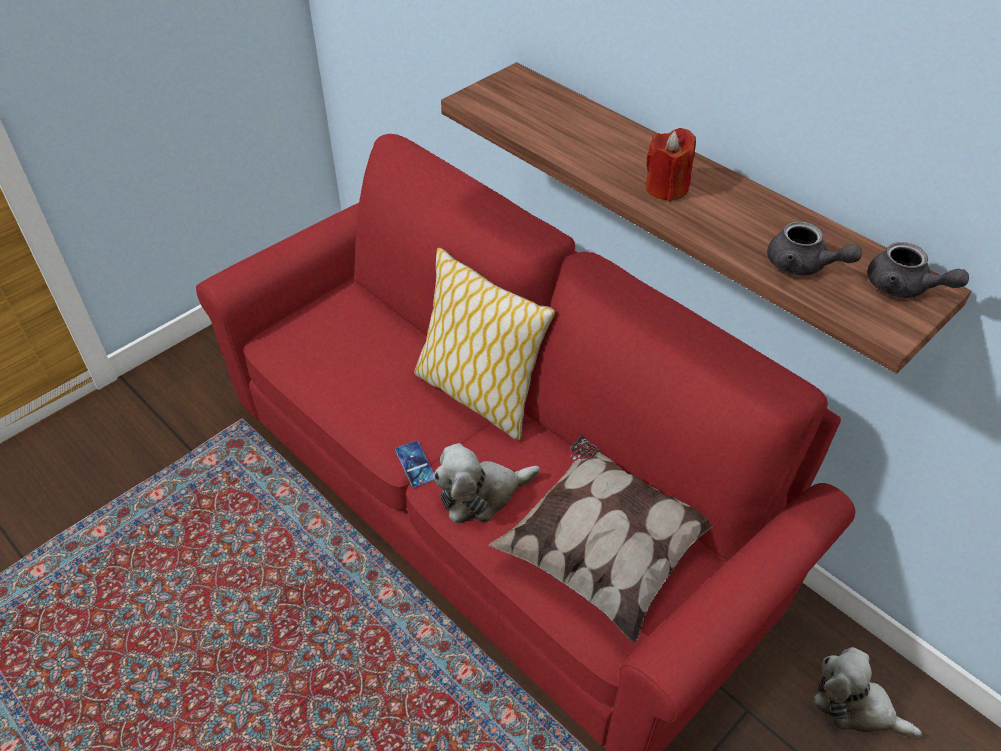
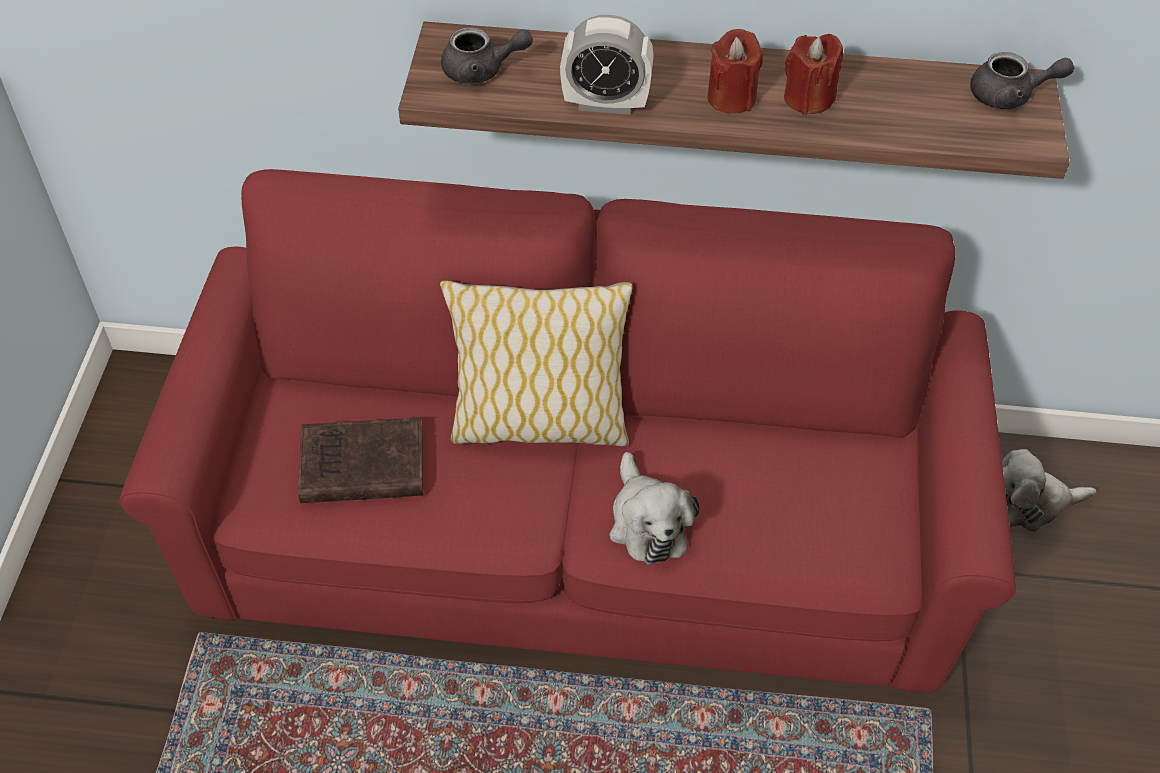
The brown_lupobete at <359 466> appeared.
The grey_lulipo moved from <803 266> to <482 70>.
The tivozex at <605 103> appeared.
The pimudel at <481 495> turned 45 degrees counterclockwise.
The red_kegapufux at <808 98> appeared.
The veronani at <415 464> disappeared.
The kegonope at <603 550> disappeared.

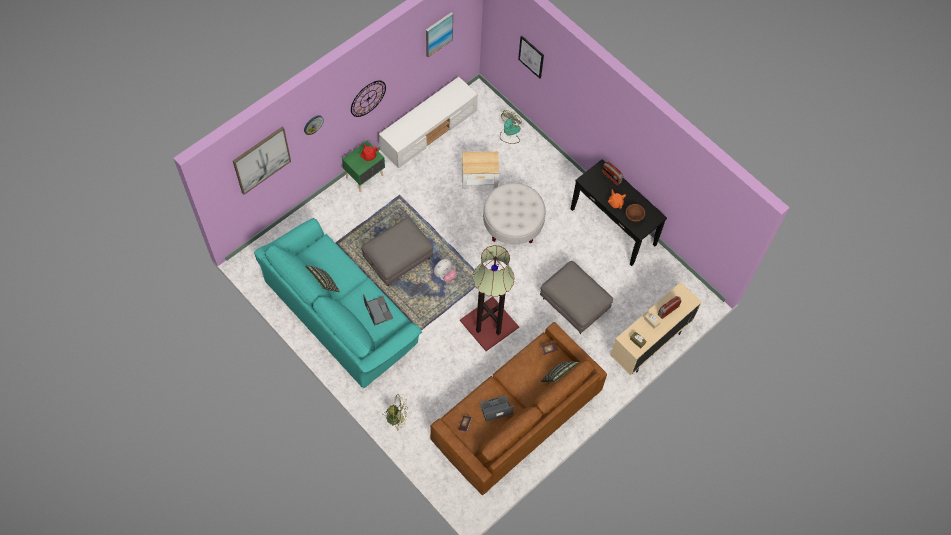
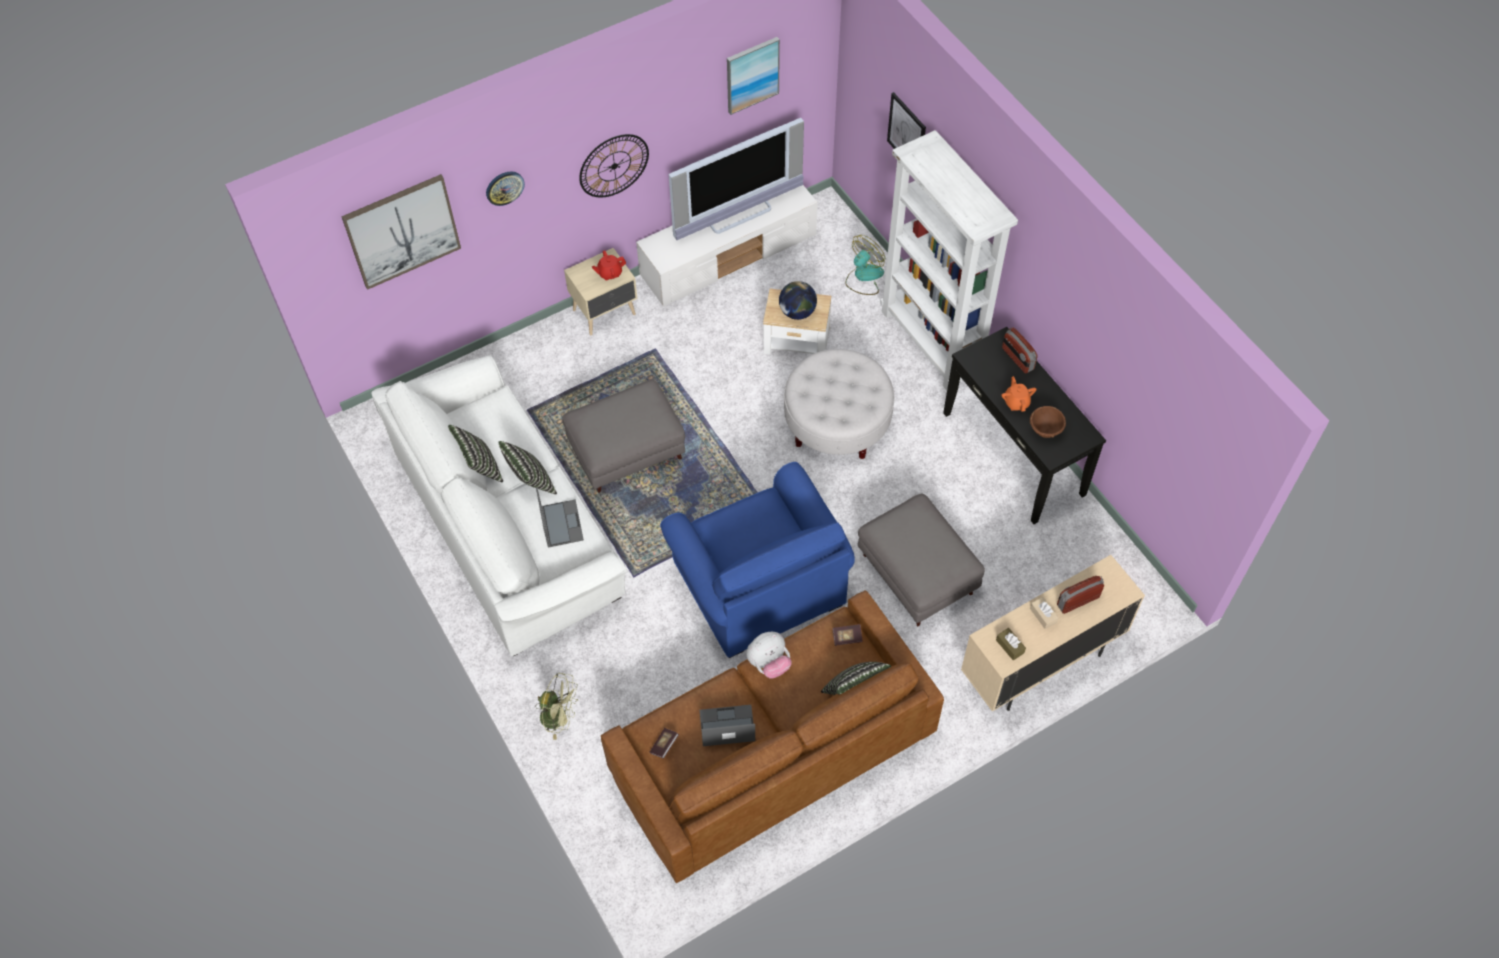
The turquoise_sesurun at <341 313> became the white_sesurun at <509 525>.
The kegonope at <530 481> appeared.
The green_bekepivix at <365 176> became the beige_bekepivix at <605 312>.
The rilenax at <489 325> was replaced by the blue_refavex at <758 584>.
The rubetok at <738 213> appeared.
The pimudel moved from <444 275> to <769 663>.
The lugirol at <797 312> appeared.
The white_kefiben at <932 343> appeared.

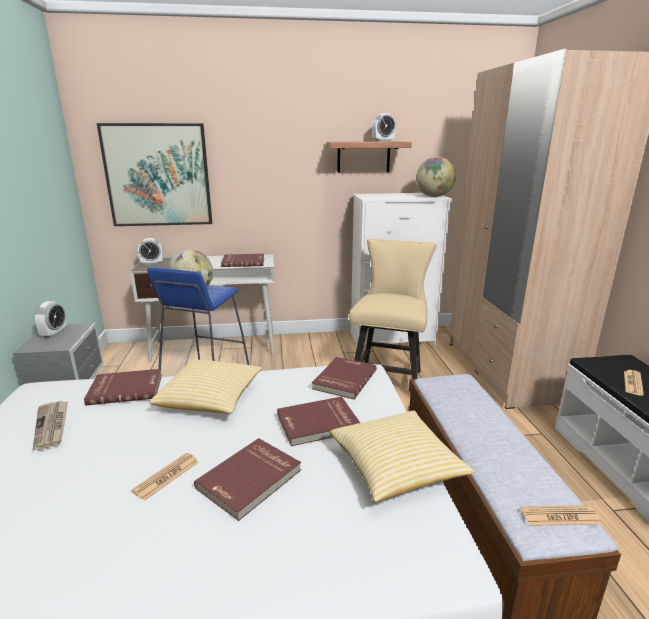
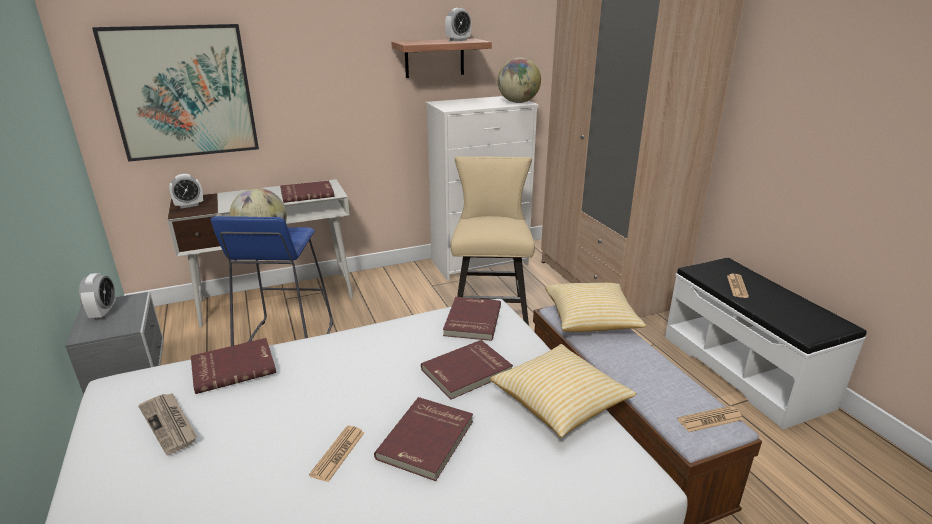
The kegonope moved from <210 399> to <591 320>.

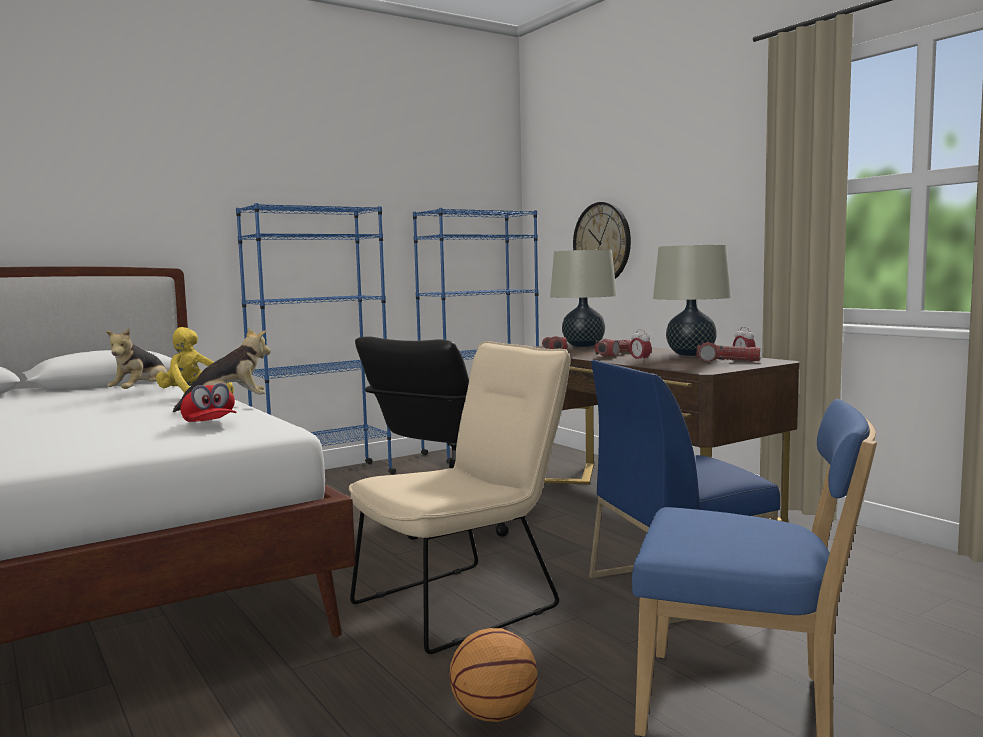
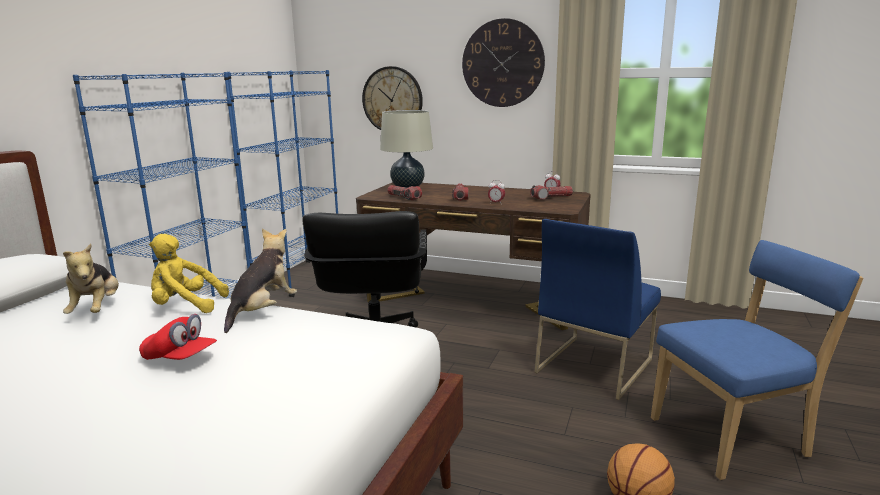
The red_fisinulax moved from <210 425> to <180 358>.
The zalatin at <502 63> appeared.
The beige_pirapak at <467 602> disappeared.
The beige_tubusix at <690 354> disappeared.

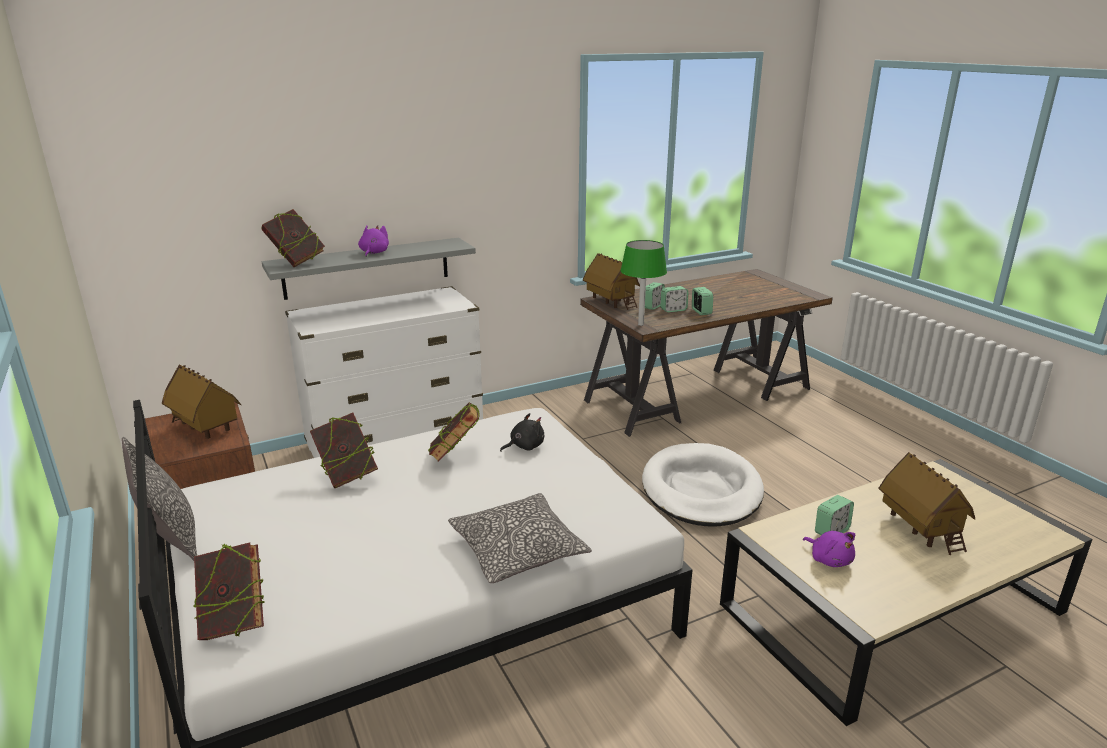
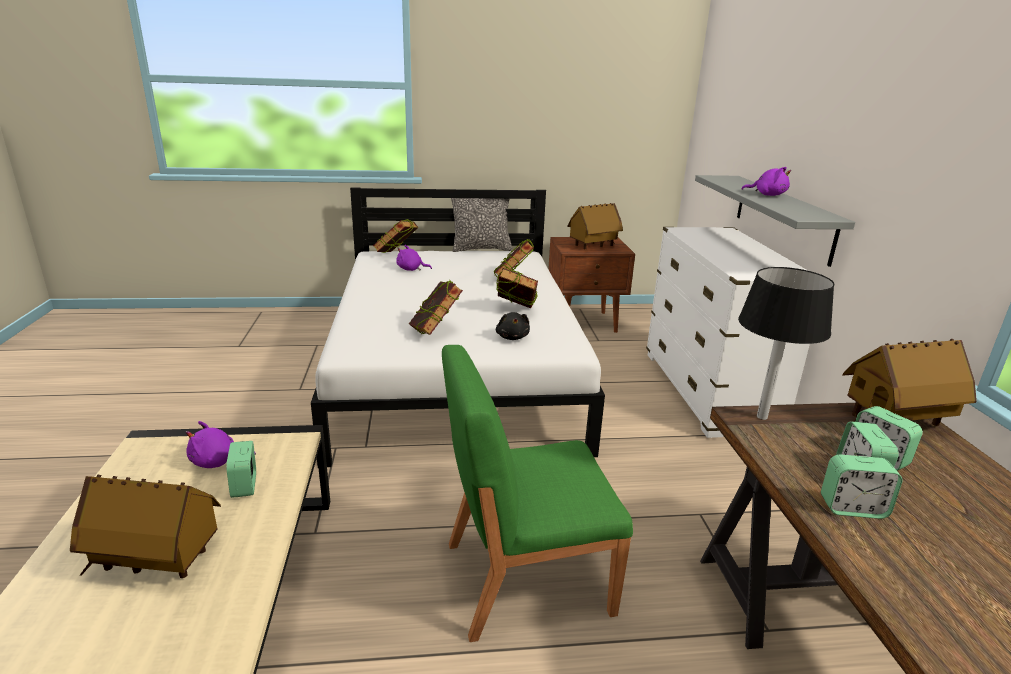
The purple_pimudel at <411 269> appeared.
The lupobete moved from <296 262> to <435 332>.
The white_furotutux at <701 490> was replaced by the green_pirapak at <524 577>.
The green_tubusix at <640 324> became the black_tubusix at <762 417>.
The kegonope at <518 550> disappeared.

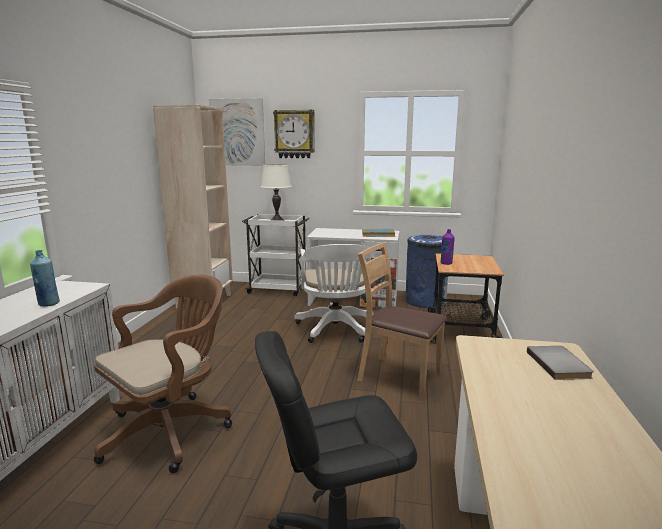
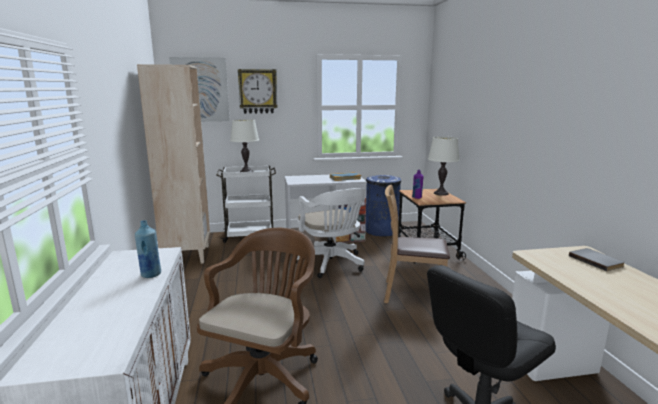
The white_tubusix at <441 193> appeared.

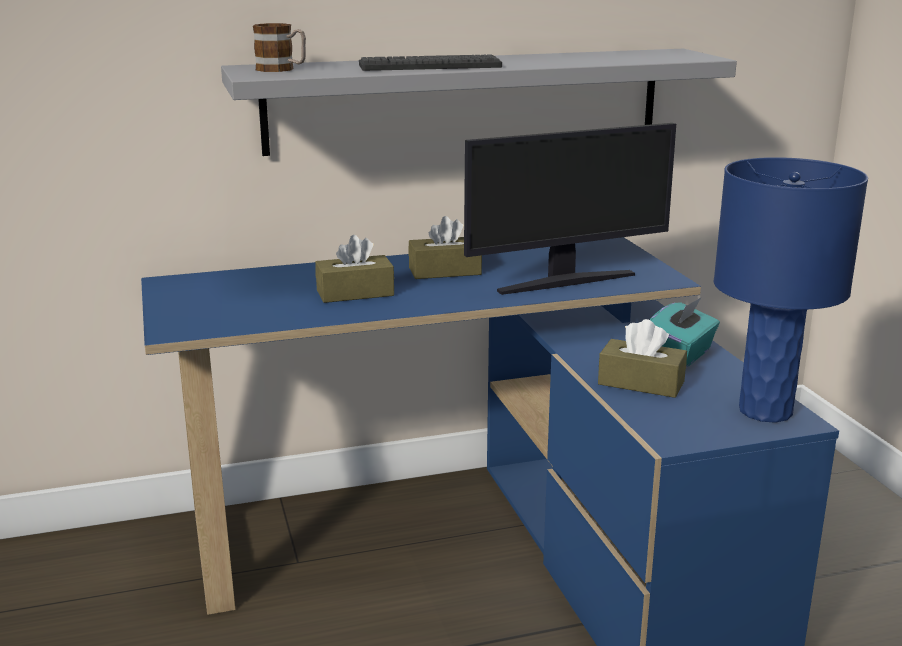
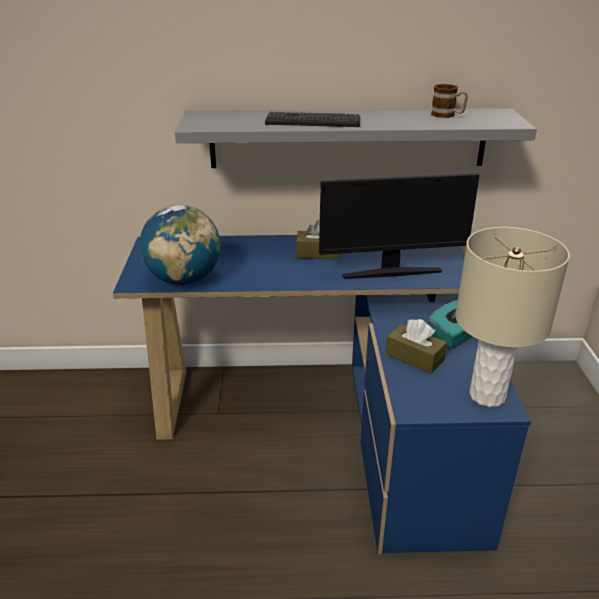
The lugirol at <184 279> appeared.
The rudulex moved from <282 69> to <447 115>.
The blue_tubusix at <766 410> became the beige_tubusix at <487 395>.
The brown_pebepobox at <355 293> disappeared.

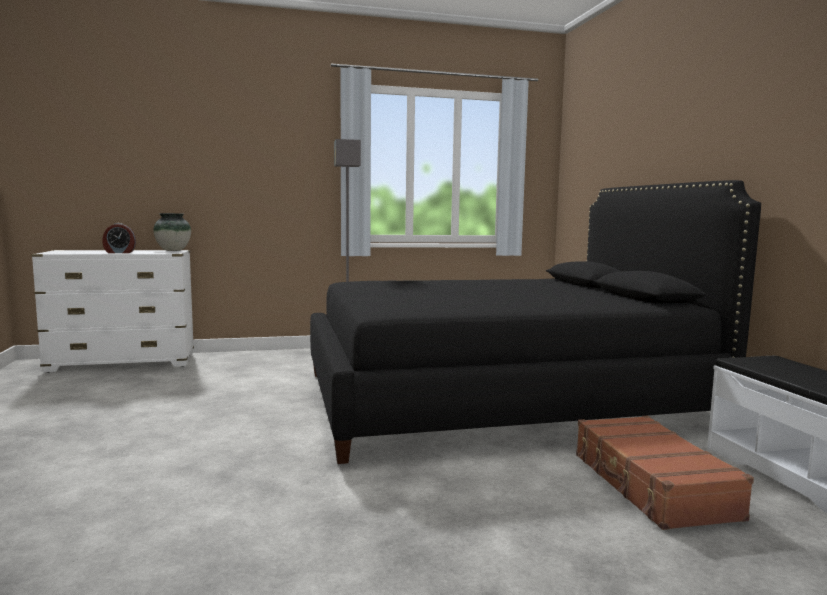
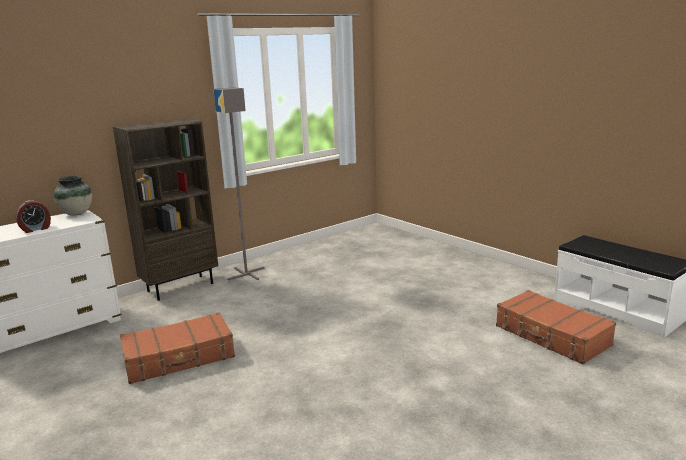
The brown_kefiben at <180 287> appeared.
The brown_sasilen at <179 358> appeared.
The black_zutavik at <498 399> disappeared.

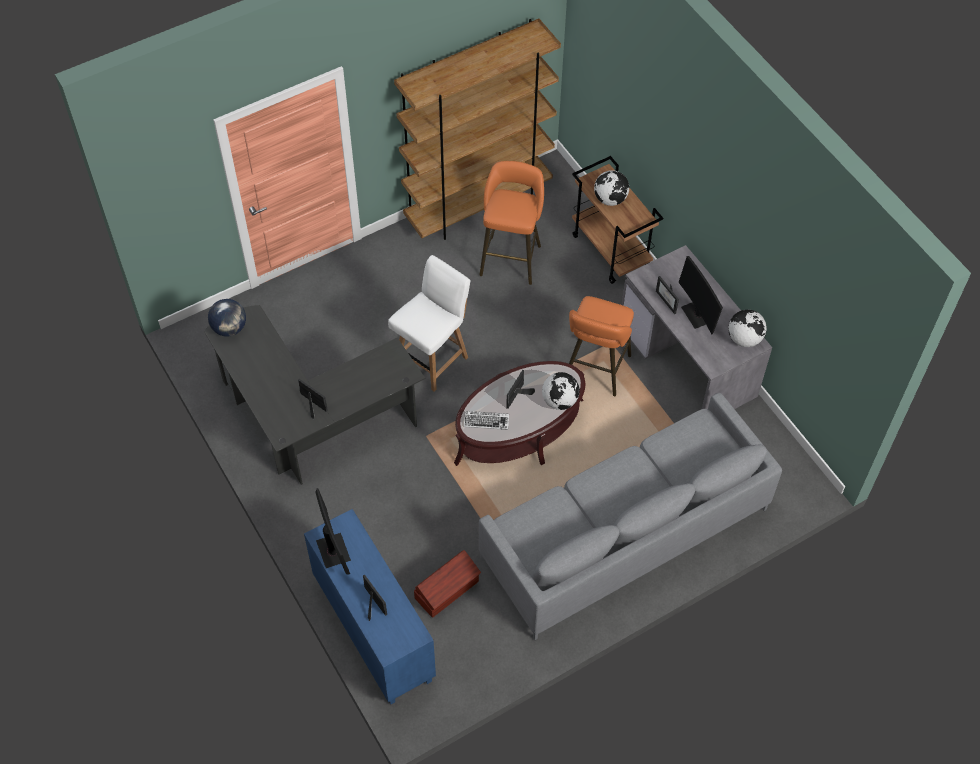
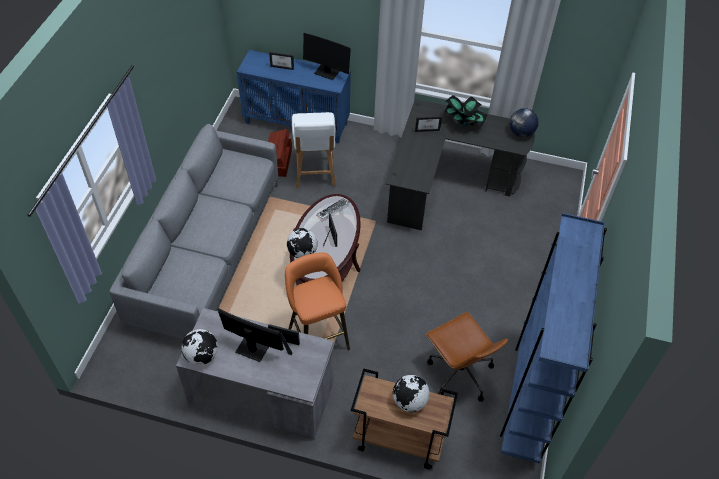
The white_pirapak moved from <432 359> to <315 173>.
The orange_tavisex at <511 257> was replaced by the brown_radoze at <459 373>.
The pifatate at <463 123> appeared.
The brown_kefiben at <478 205> became the blue_kefiben at <528 396>.

